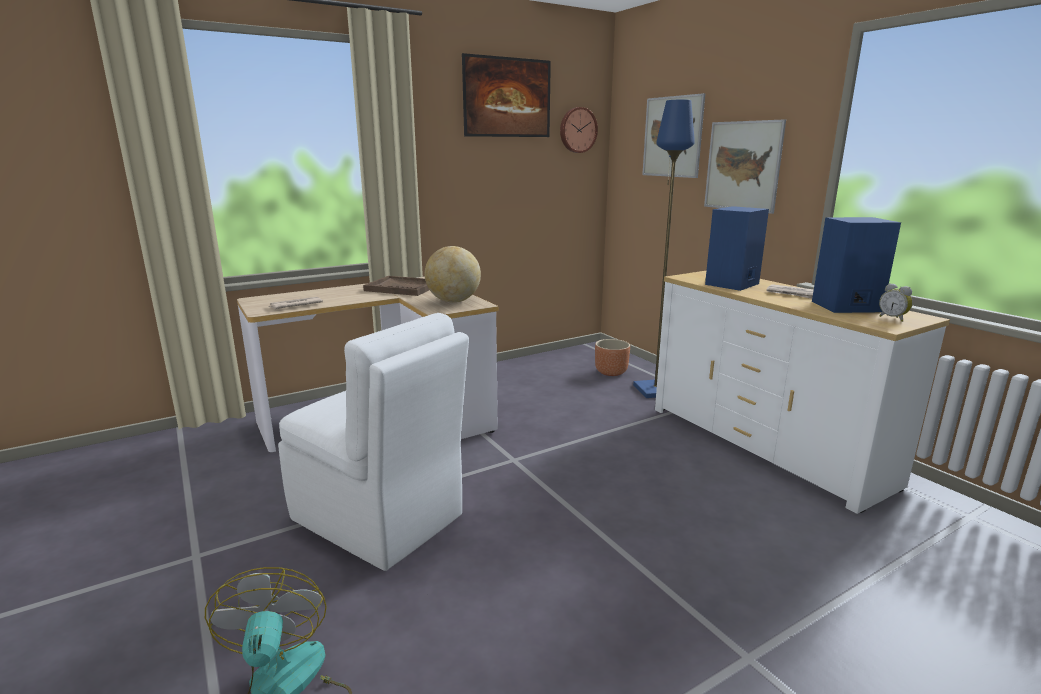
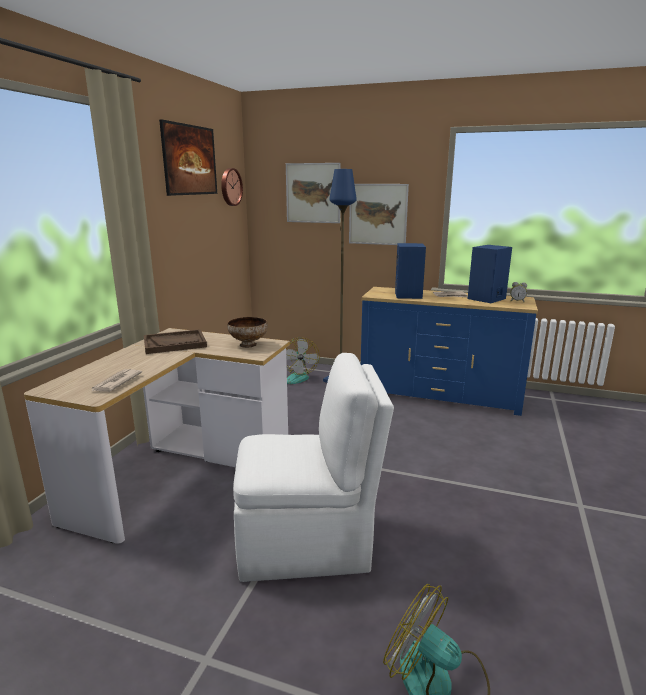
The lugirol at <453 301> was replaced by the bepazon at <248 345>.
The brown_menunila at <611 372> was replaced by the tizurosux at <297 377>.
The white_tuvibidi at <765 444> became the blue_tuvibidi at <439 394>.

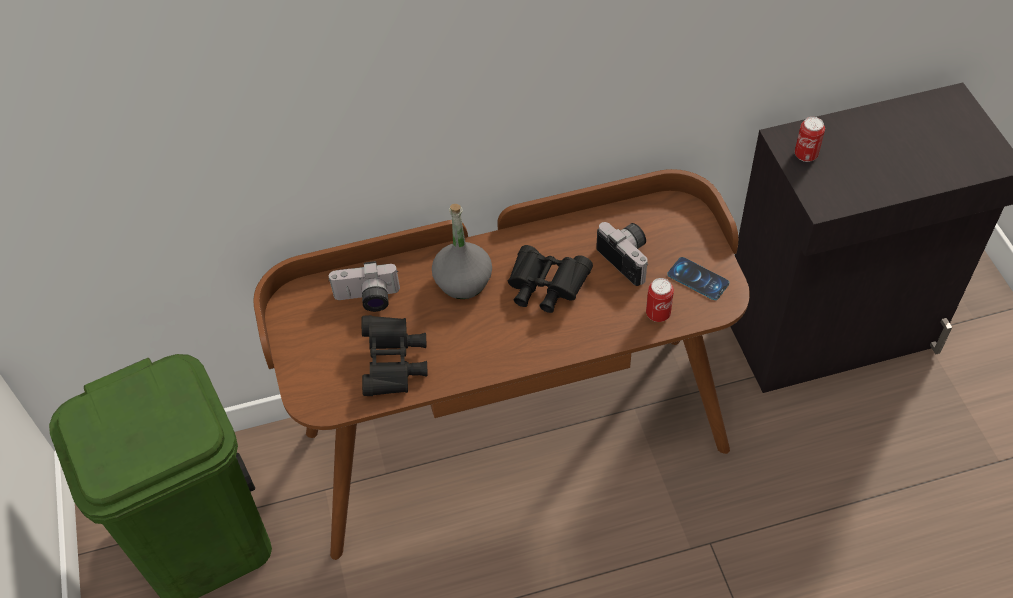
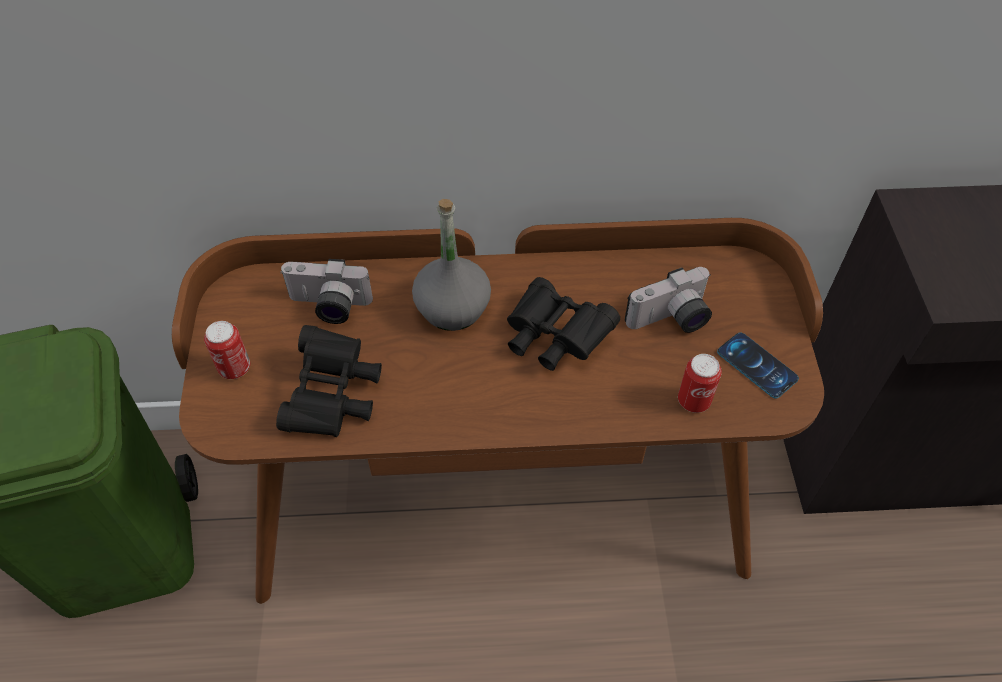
The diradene moved from <805 155> to <235 368>.
The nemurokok at <628 258> turned 90 degrees clockwise.

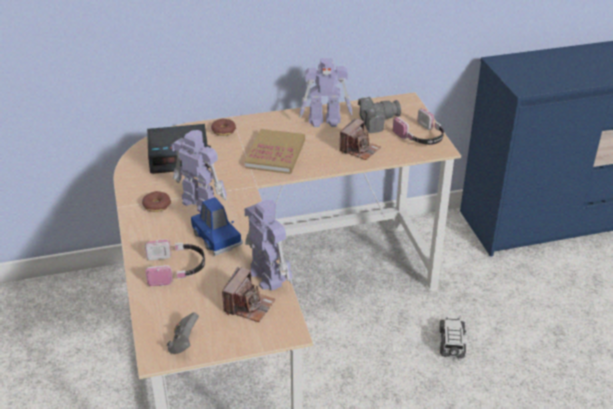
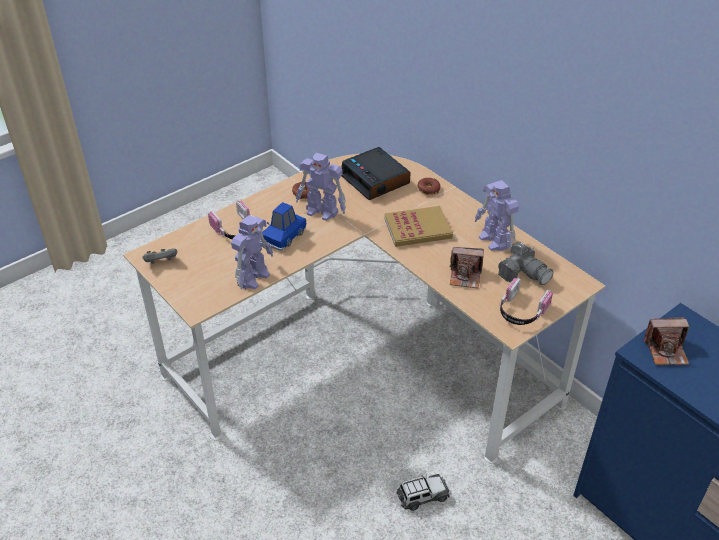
The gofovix at <199 201> turned 105 degrees clockwise.
The nemurokok moved from <248 305> to <666 351>.

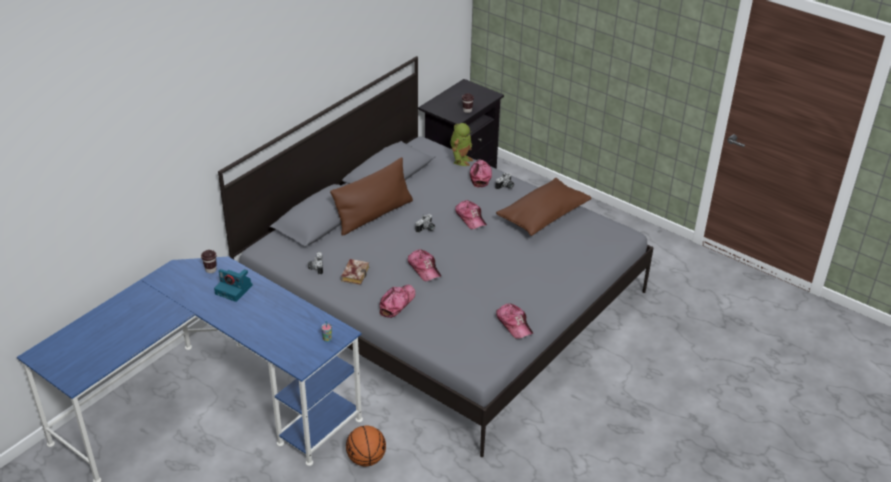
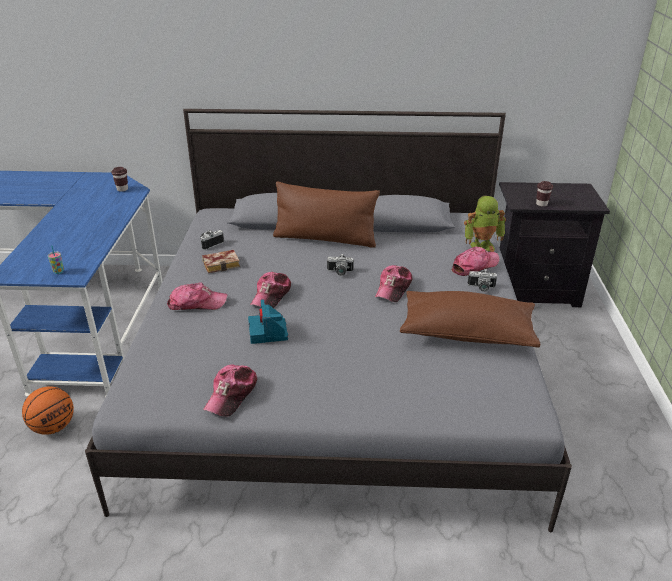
The nemurokok moved from <234 289> to <268 332>.

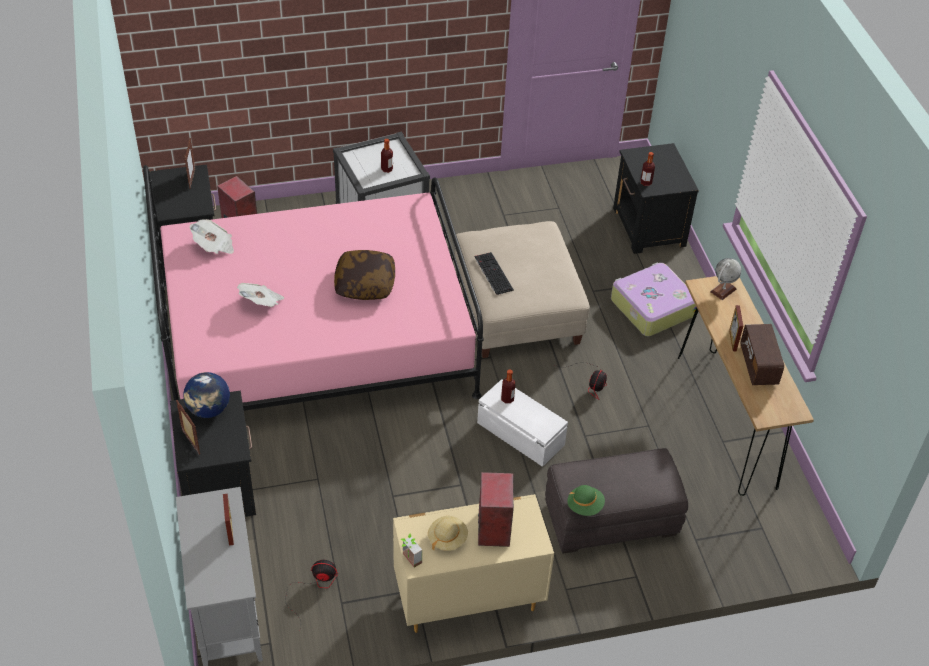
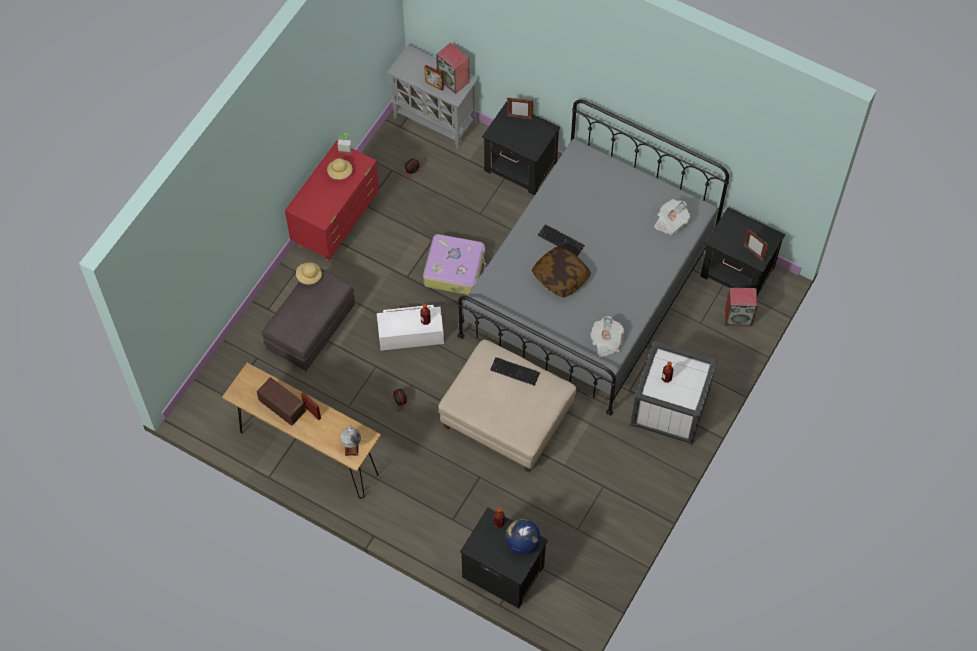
The beige_tuvibidi at <467 598> became the red_tuvibidi at <337 224>.
The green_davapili at <585 506> became the beige_davapili at <309 276>.
The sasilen moved from <651 307> to <455 269>.
The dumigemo moved from <493 528> to <454 80>.
The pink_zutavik at <317 338> became the grey_zutavik at <589 287>.
The lugirol moved from <209 410> to <522 543>.
The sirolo at <561 240> appeared.
The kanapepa moved from <262 303> to <606 341>.

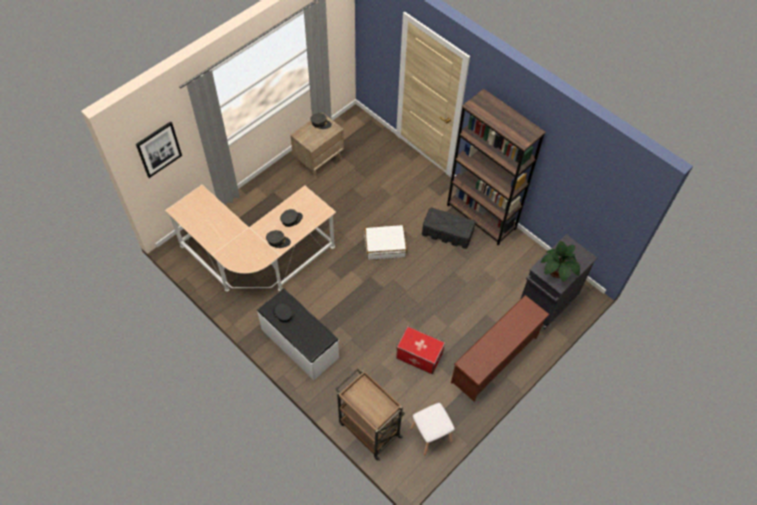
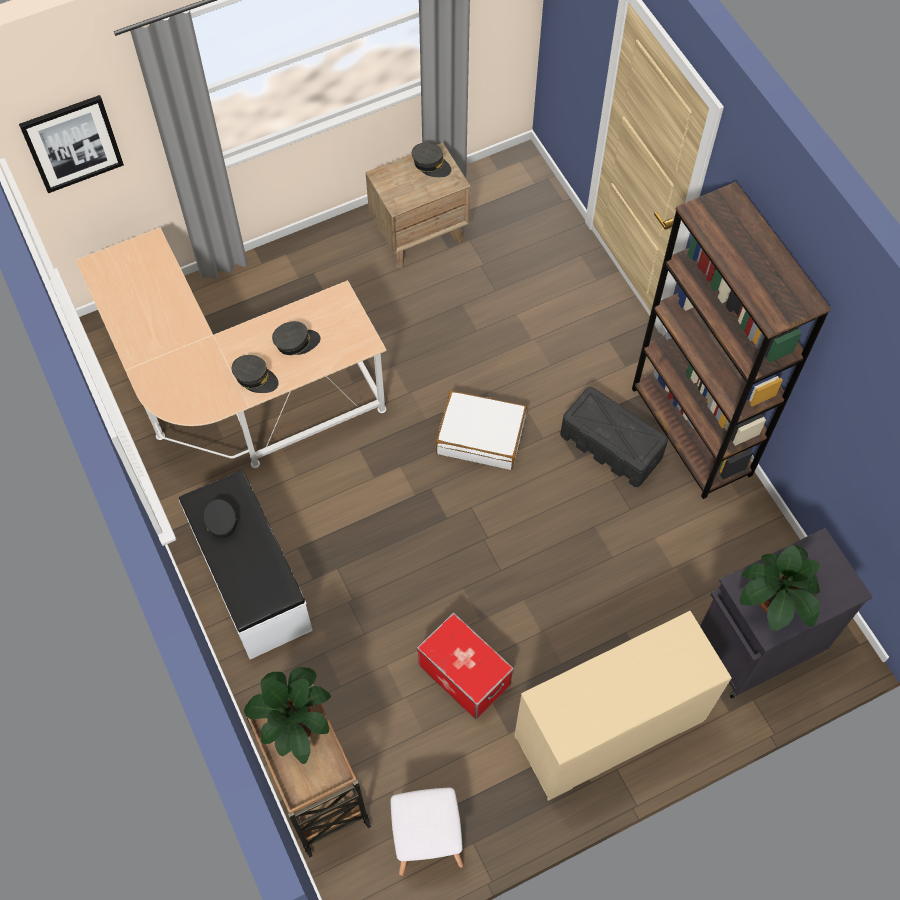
The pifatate at <294 722> appeared.
The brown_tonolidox at <495 360> was replaced by the beige_tuvibidi at <609 730>.

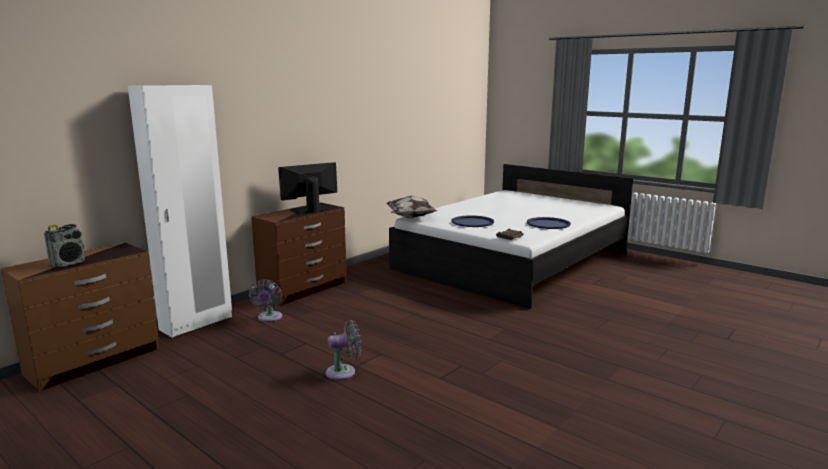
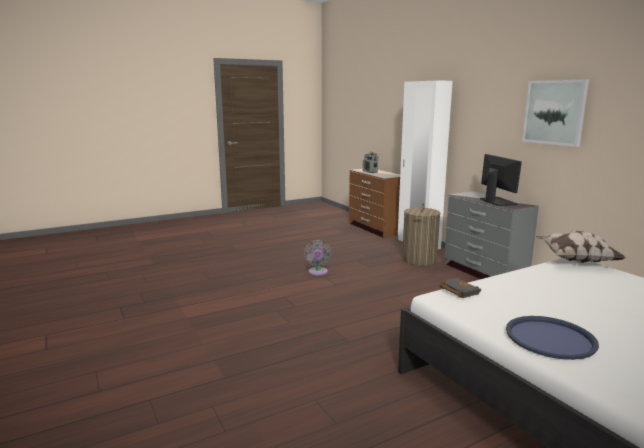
The grey_tizurosux at <269 318> was replaced by the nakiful at <419 260>.
The brown_tuvibidi at <304 289> became the grey_tuvibidi at <484 273>.
The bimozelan at <554 112> appeared.
The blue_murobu at <472 222> disappeared.

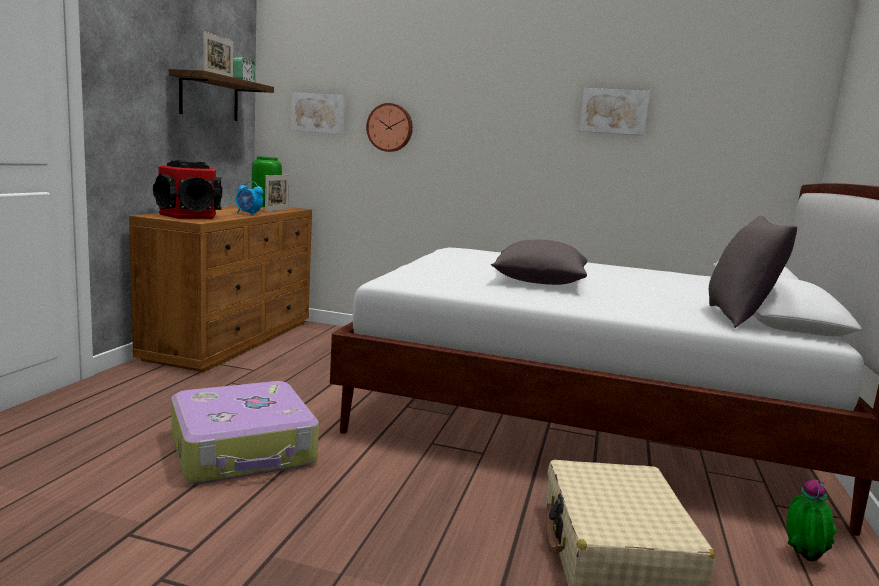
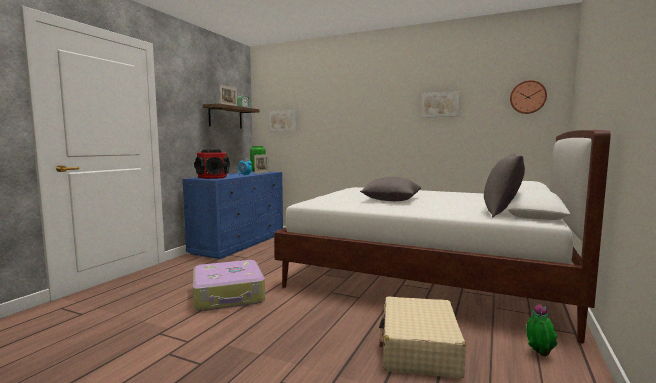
The brown_tuvibidi at <233 339> became the blue_tuvibidi at <240 243>.
The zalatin moved from <390 127> to <527 97>.

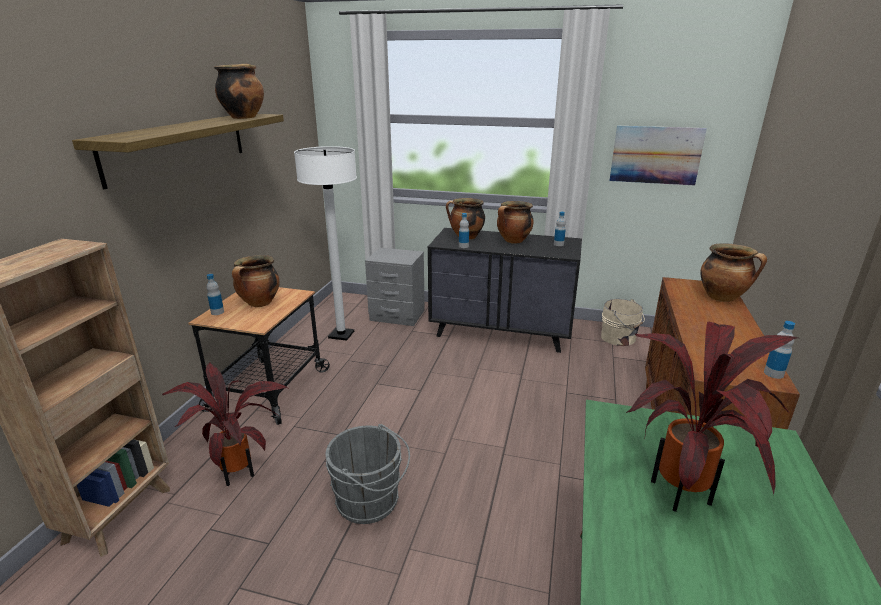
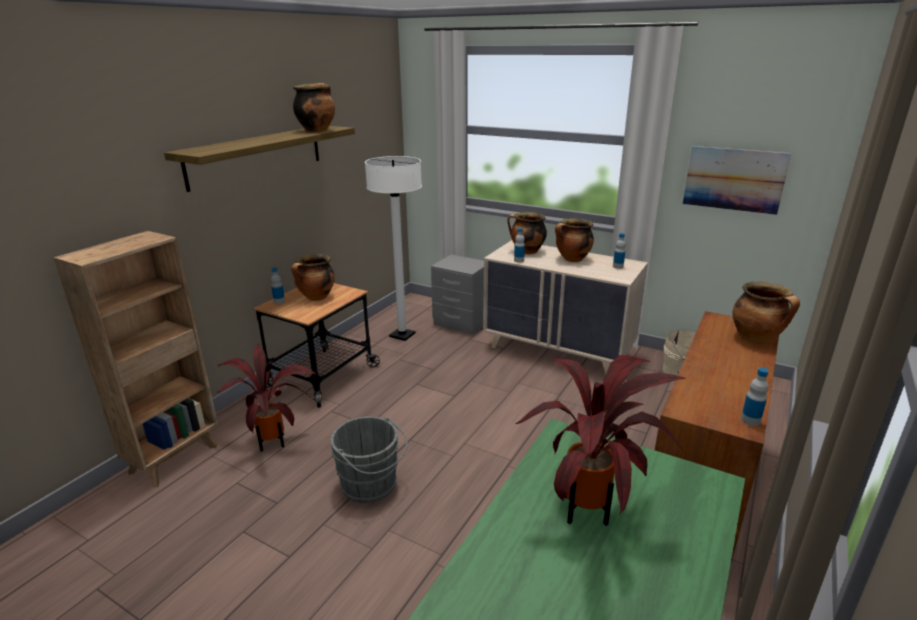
The black_tuvibidi at <502 332> became the beige_tuvibidi at <558 351>.

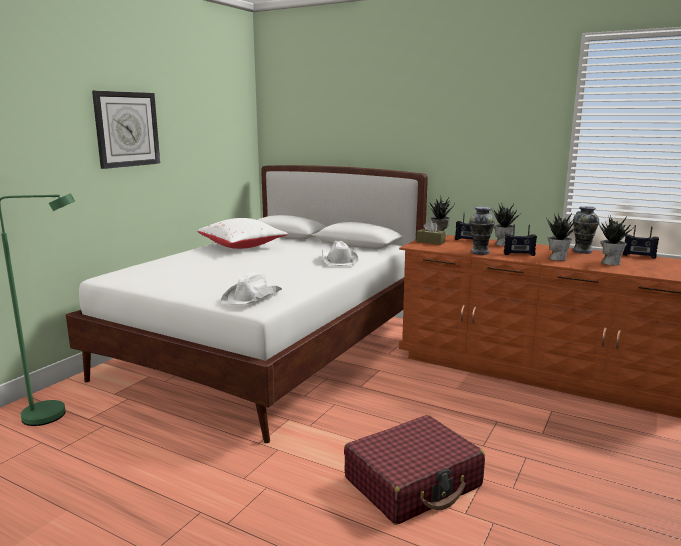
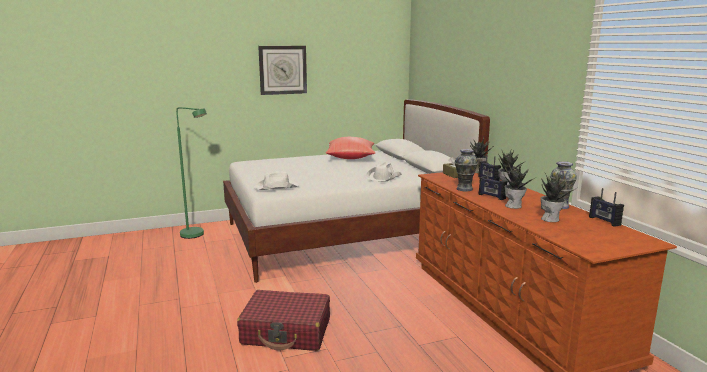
The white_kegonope at <243 247> became the red_kegonope at <351 158>.

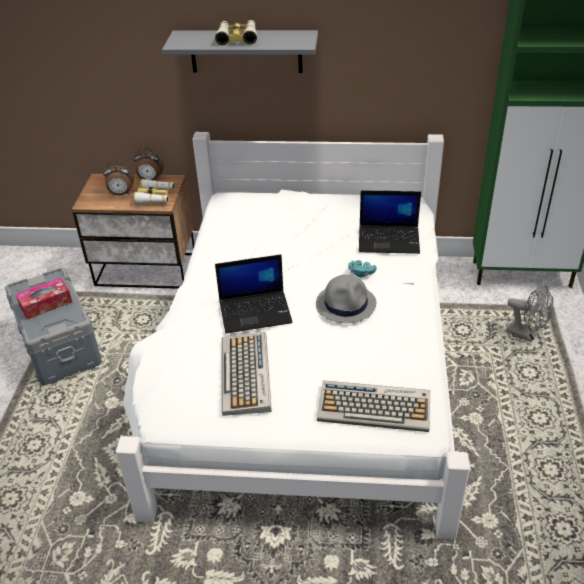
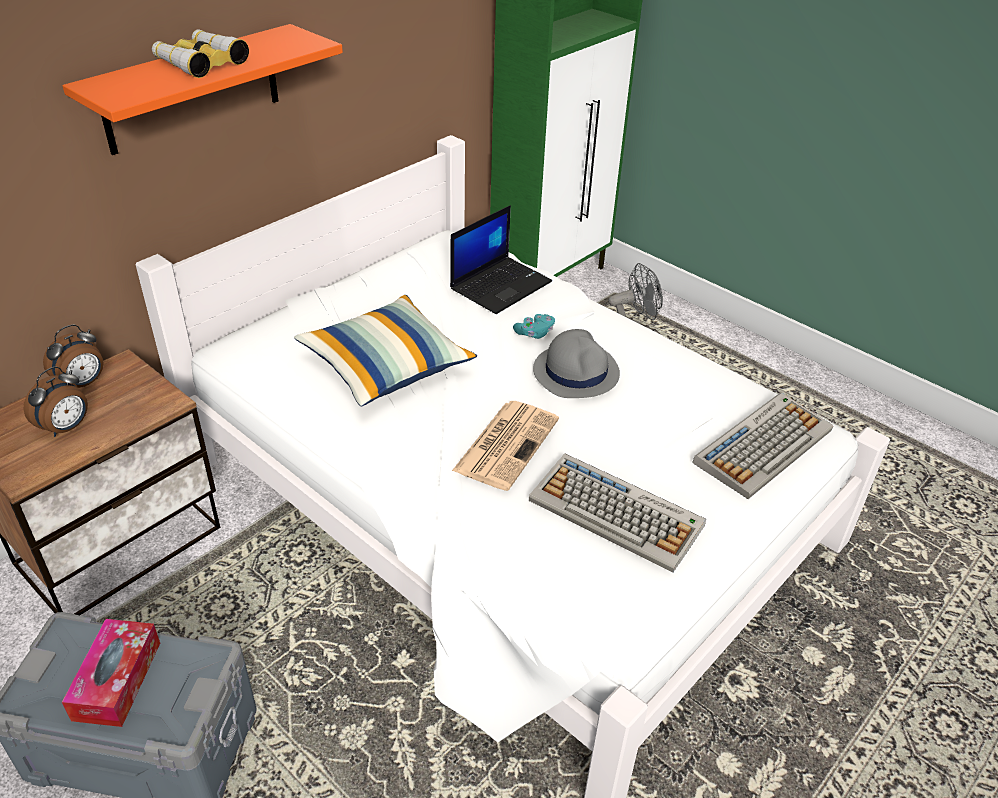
The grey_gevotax at <246 51> became the orange_gevotax at <192 89>.
The kegonope at <386 366> appeared.
The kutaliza at <256 311> was replaced by the kanapepa at <506 443>.
The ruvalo at <155 197> disappeared.

